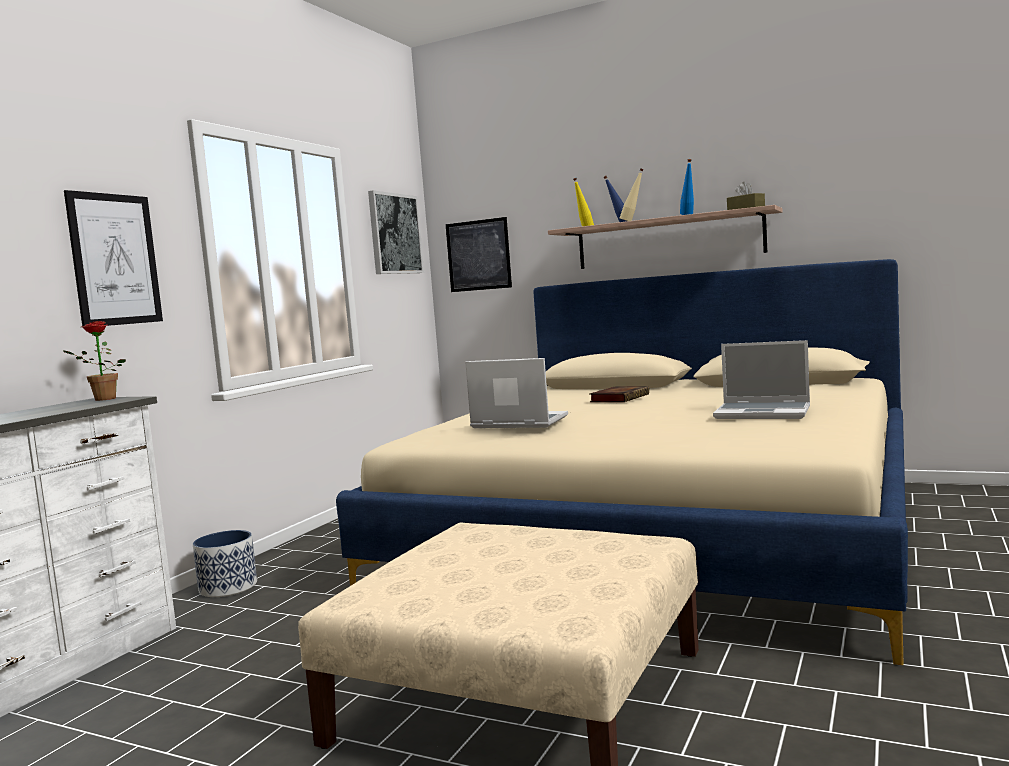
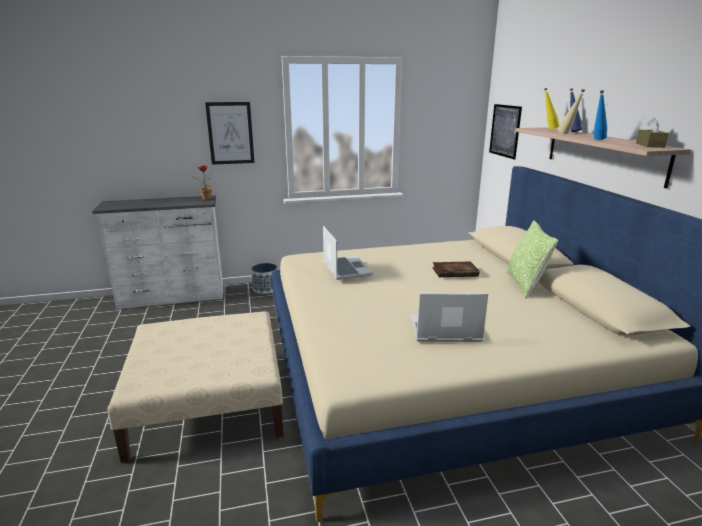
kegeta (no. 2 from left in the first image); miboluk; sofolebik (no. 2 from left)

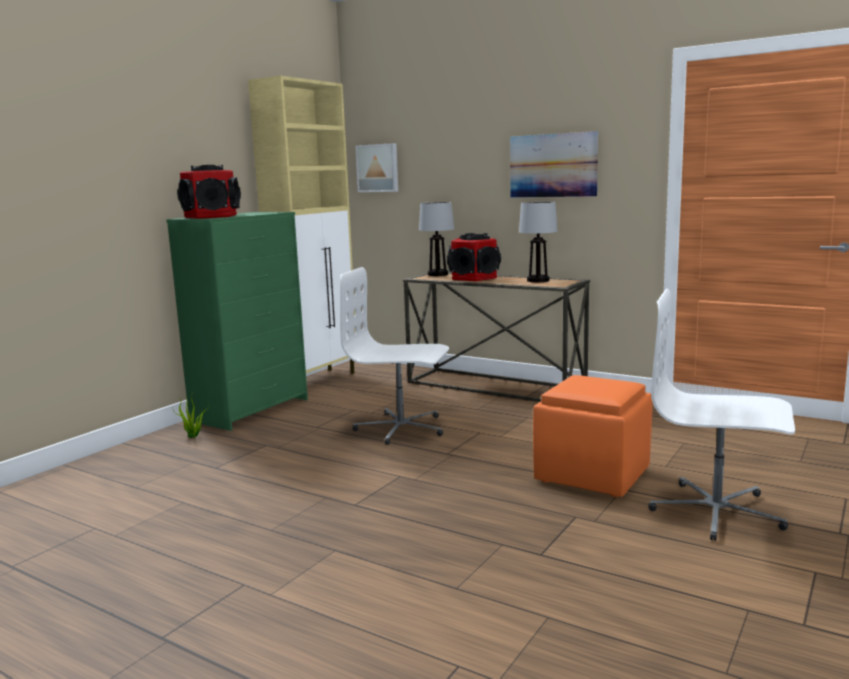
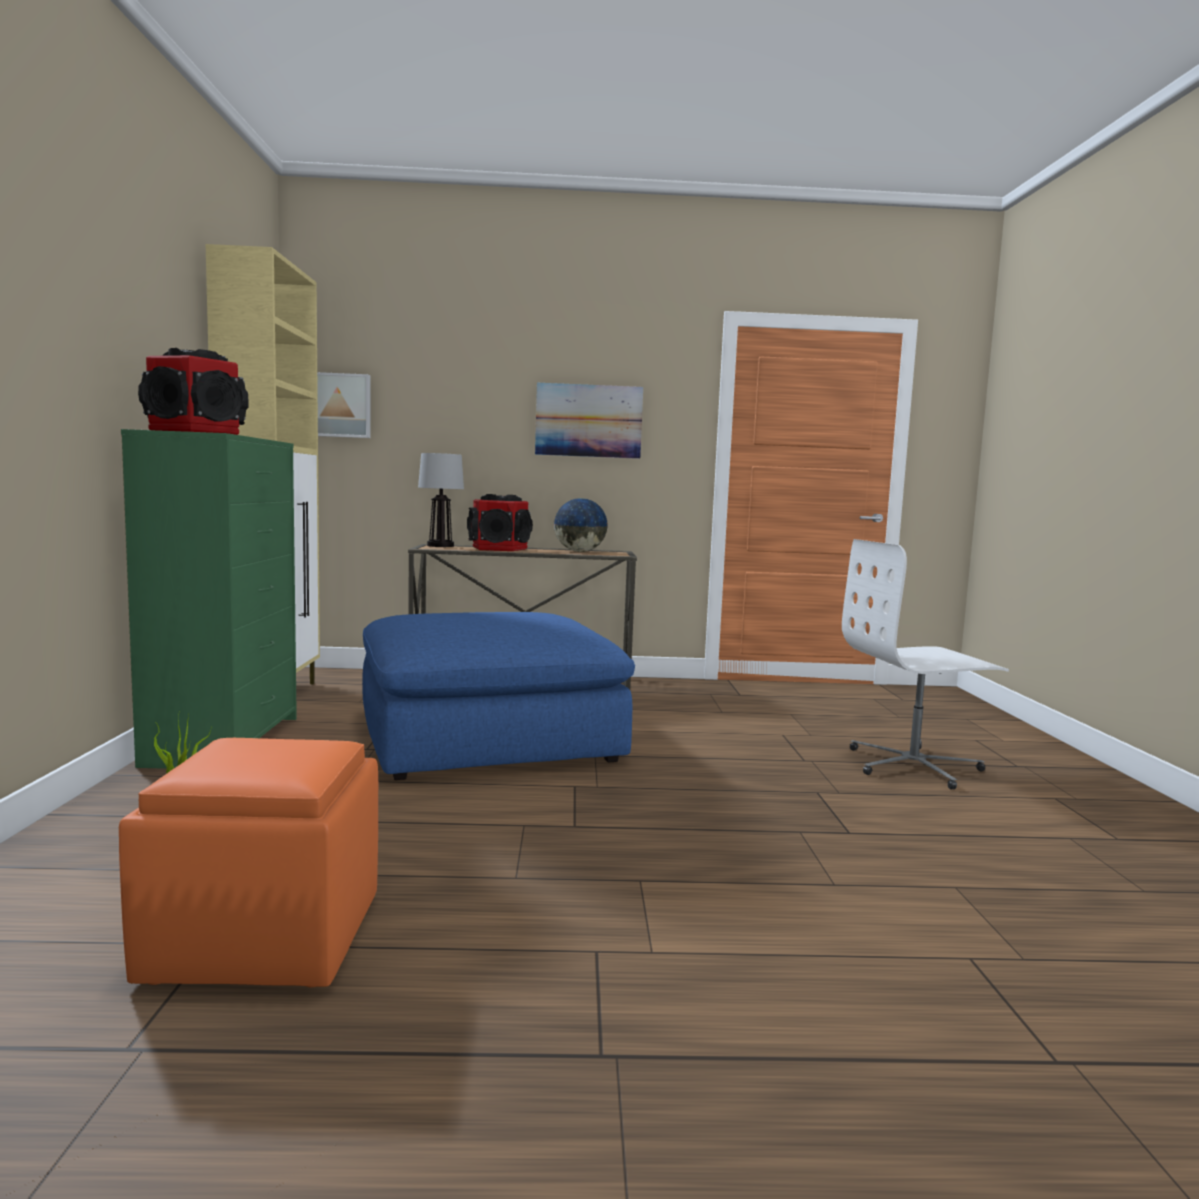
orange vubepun; blue vubepun; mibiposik

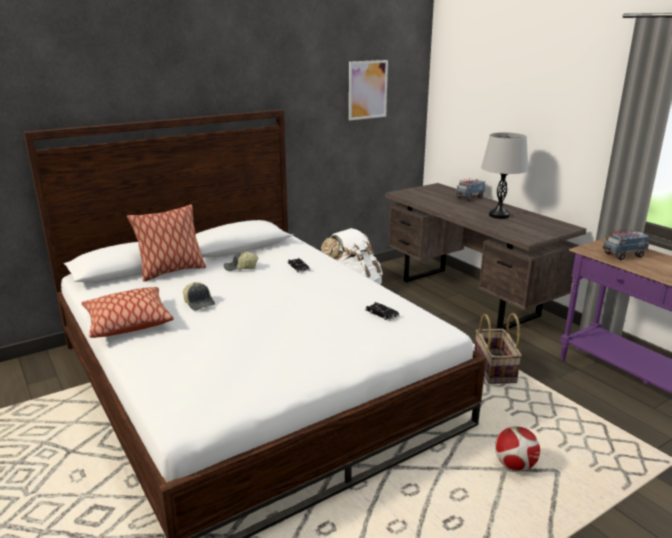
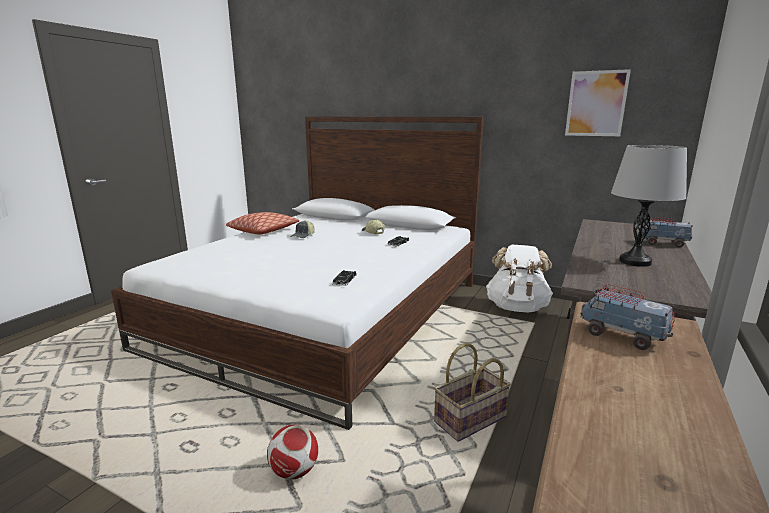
miboluk (no. 2 from left in the first image)

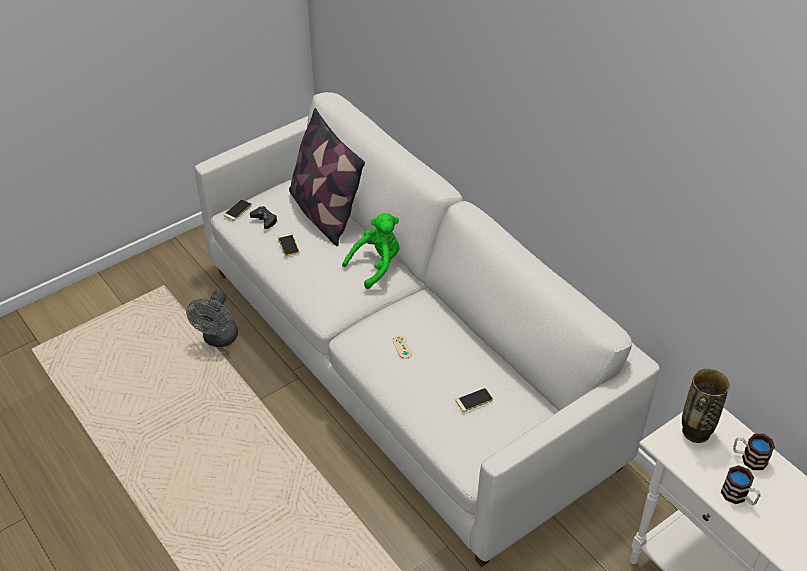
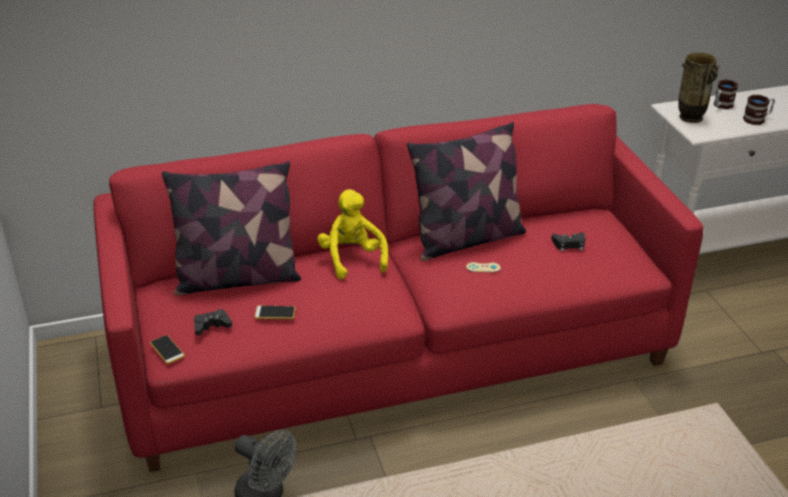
miboluk (no. 2 from left); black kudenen (no. 2 from left); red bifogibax; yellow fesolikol

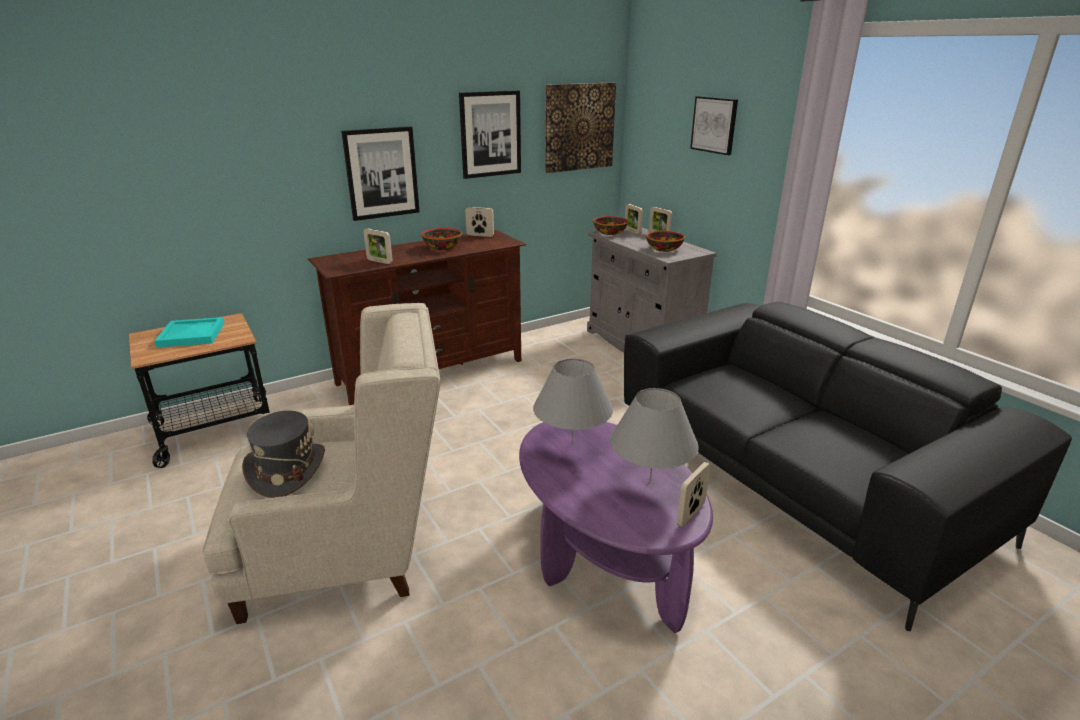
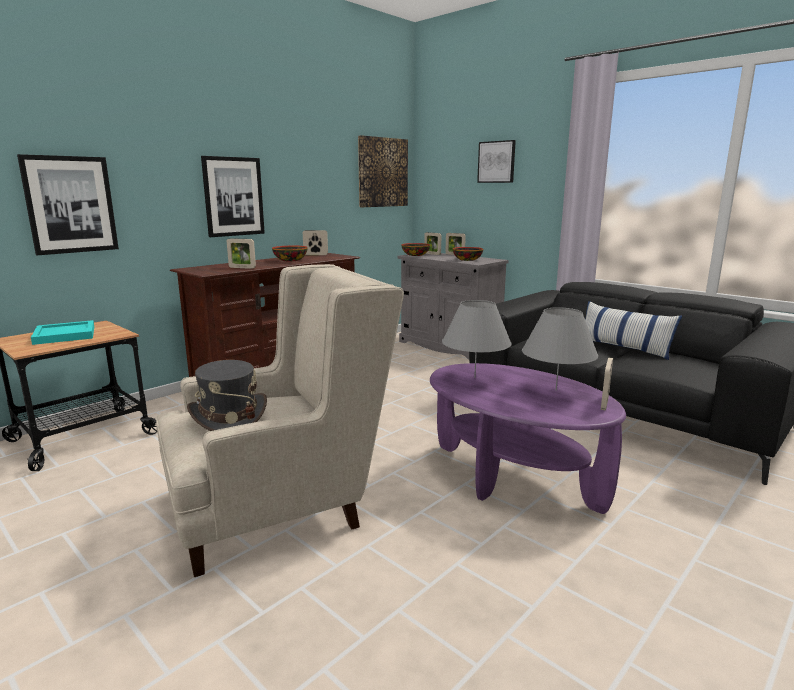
miboluk; kegeta (no. 1 from left)

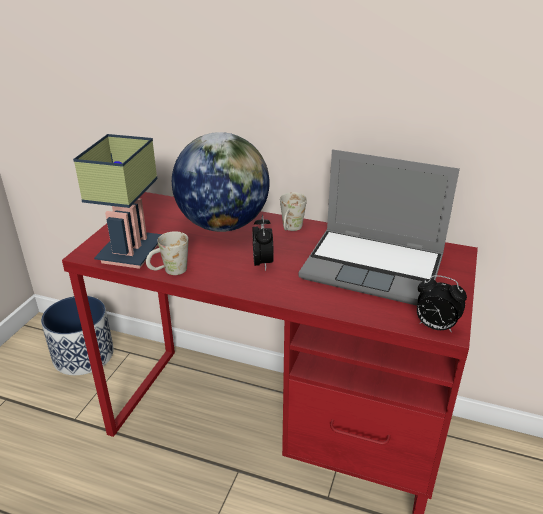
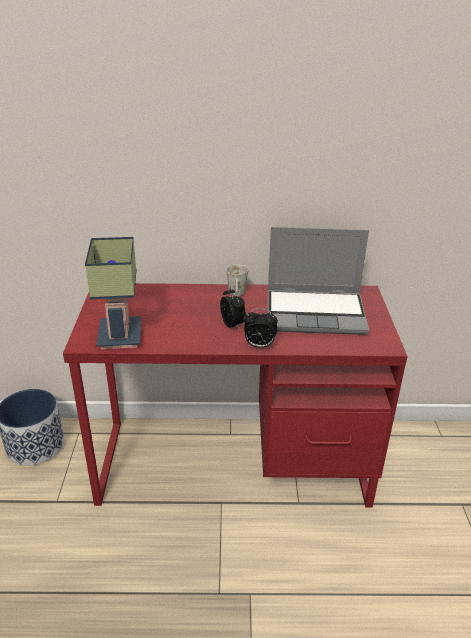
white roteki (no. 1 from left in the first image); mibiposik; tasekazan (no. 2 from left)

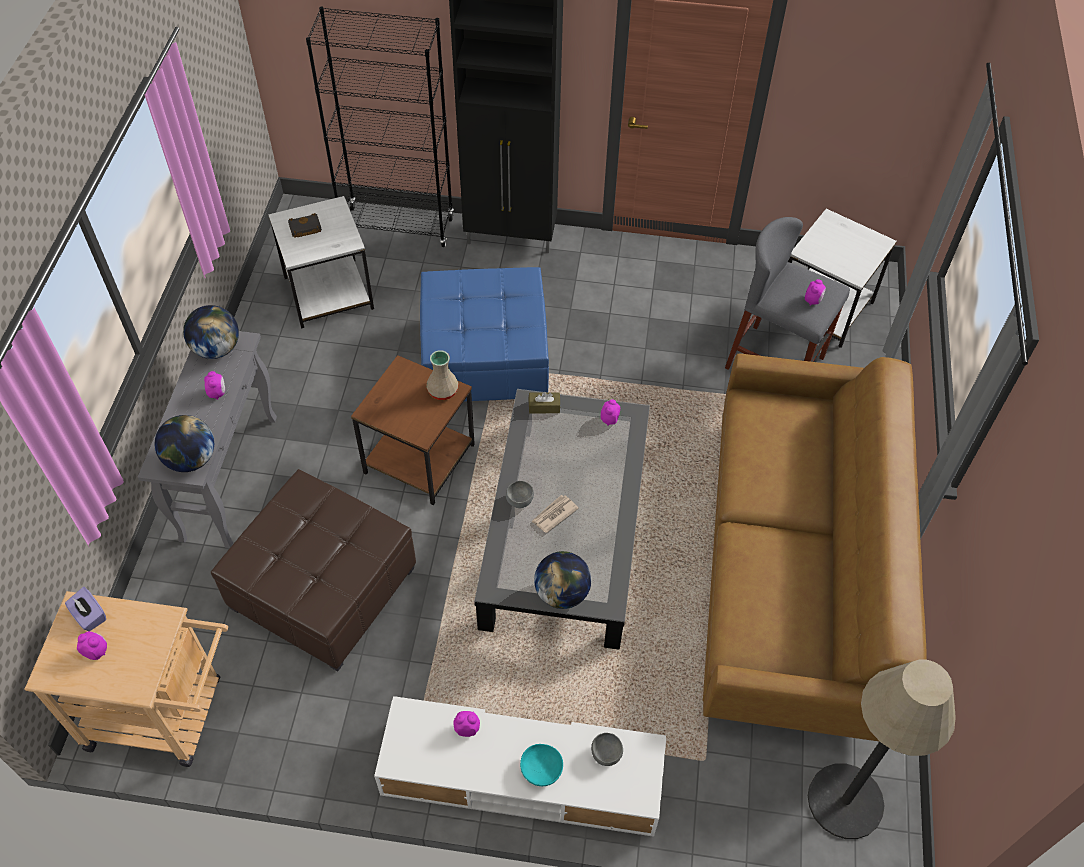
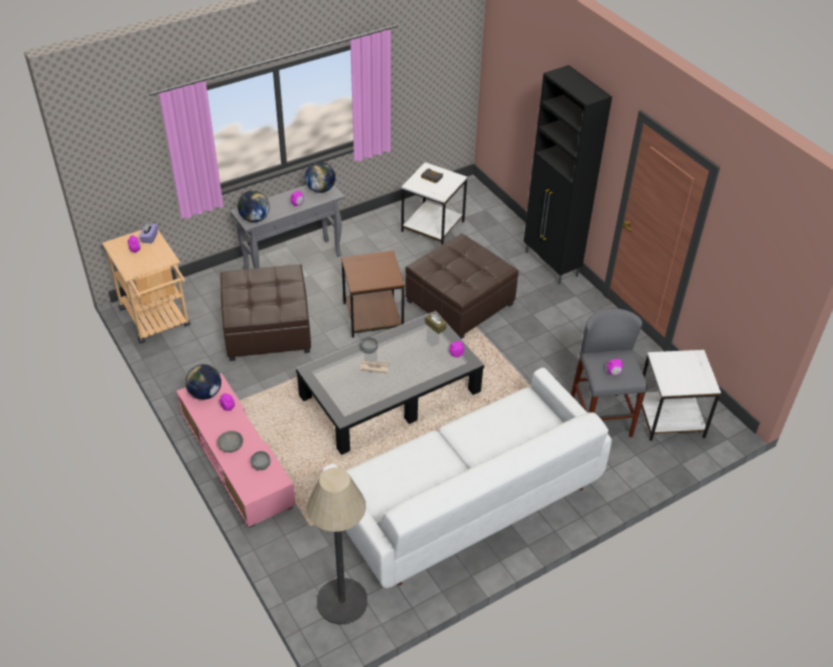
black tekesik; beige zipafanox; mibiposik (no. 1 from left); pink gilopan; brown vubepun (no. 2 from left); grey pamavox (no. 1 from left); white bifogibax

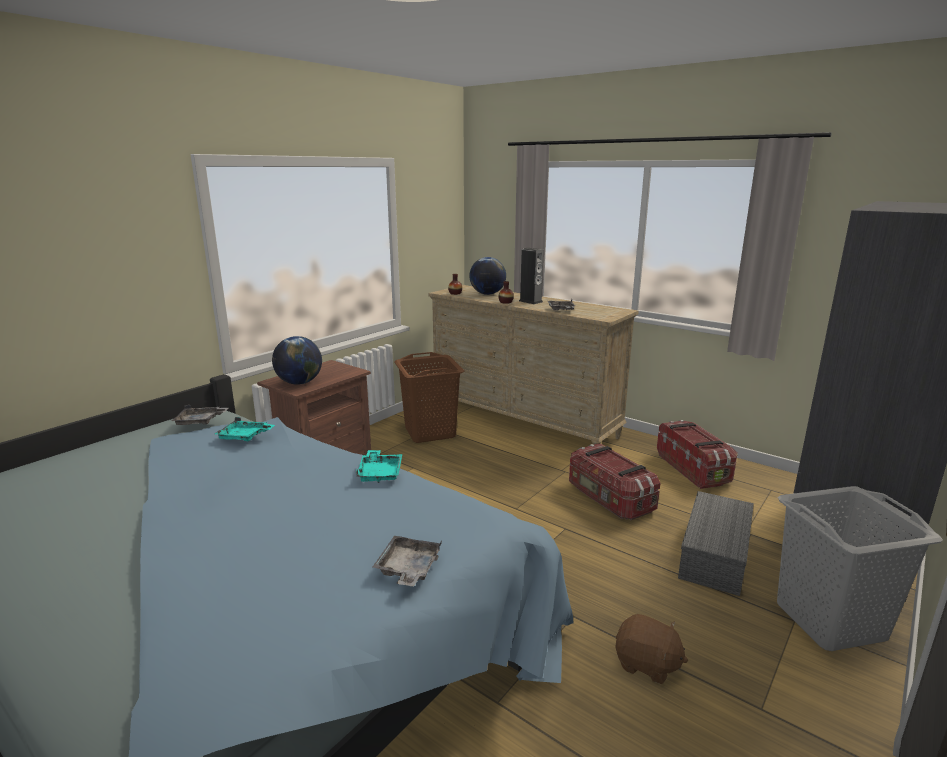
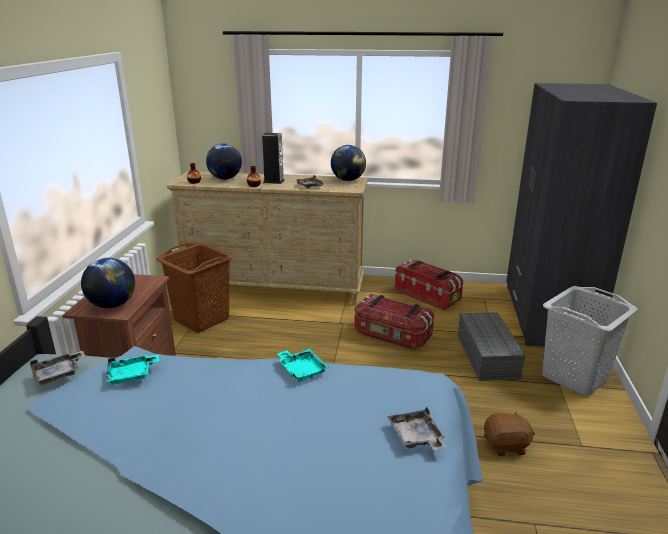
mibiposik (no. 3 from left)

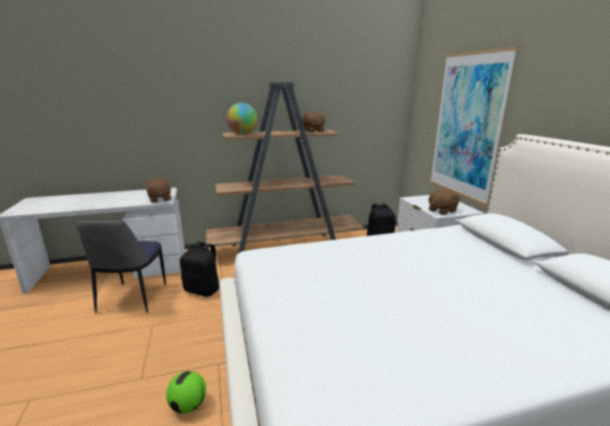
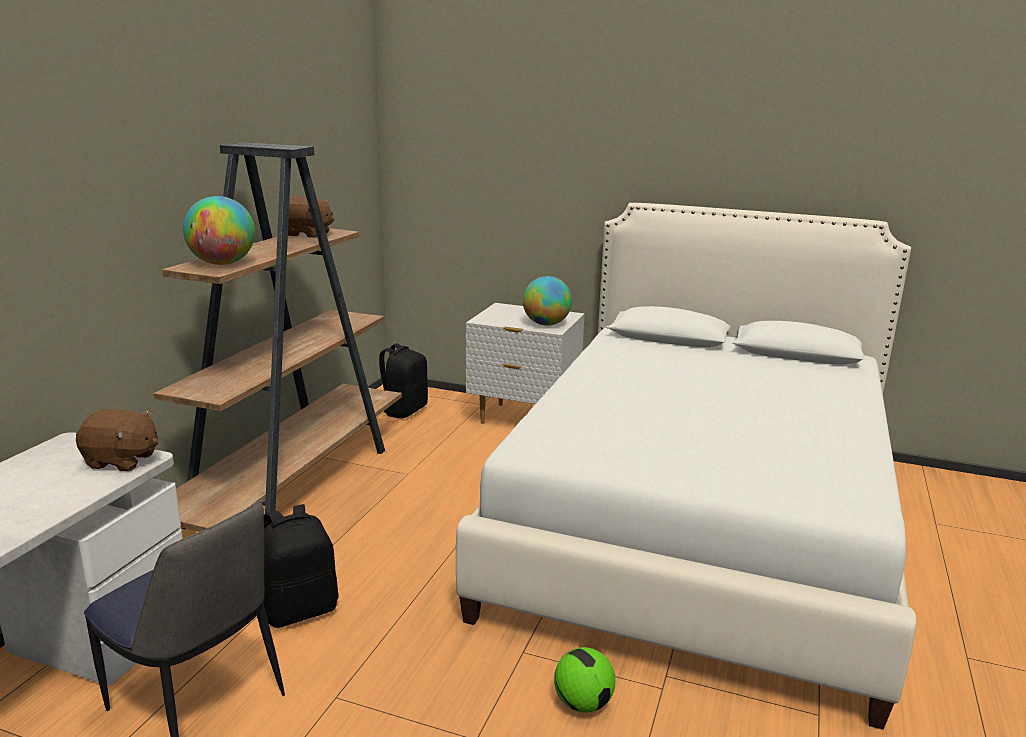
kegeta; mibiposik (no. 2 from left)

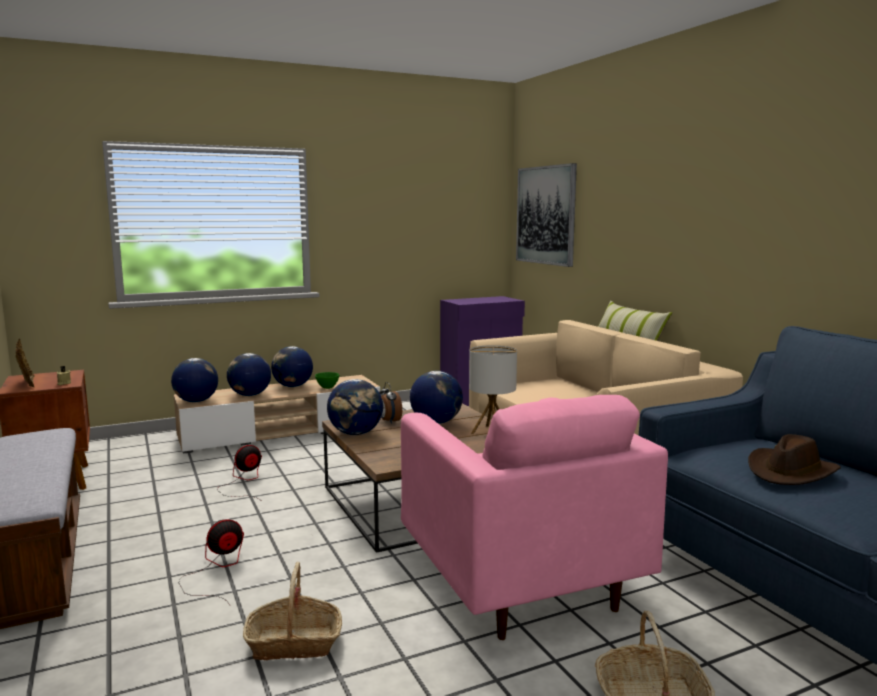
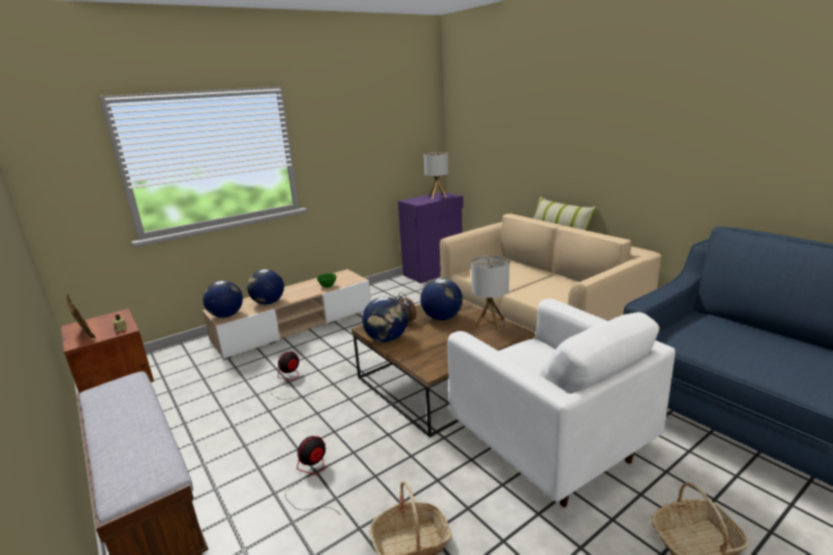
mibiposik (no. 3 from left in the first image); kegeta; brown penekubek; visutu (no. 1 from left); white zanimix

